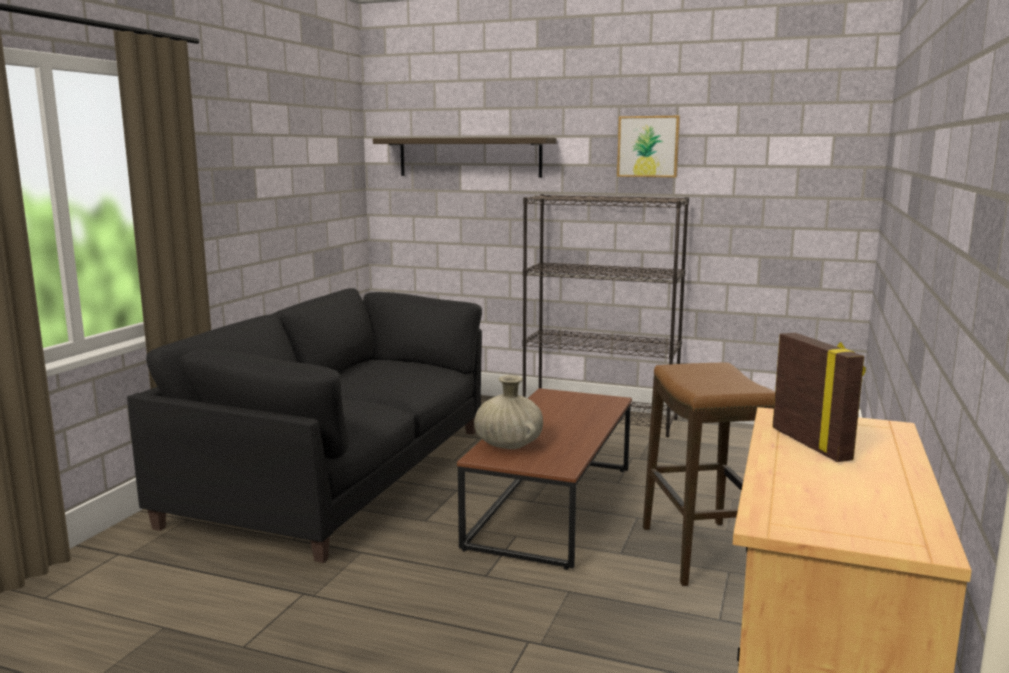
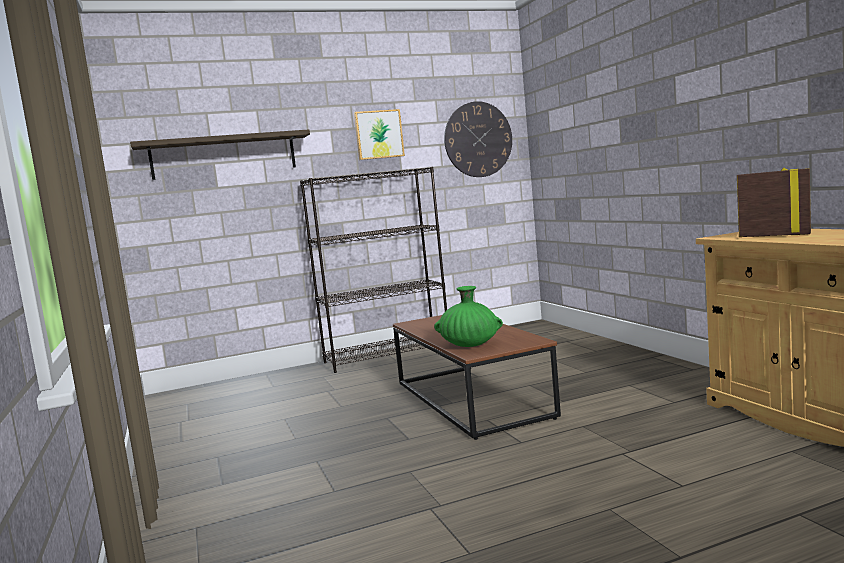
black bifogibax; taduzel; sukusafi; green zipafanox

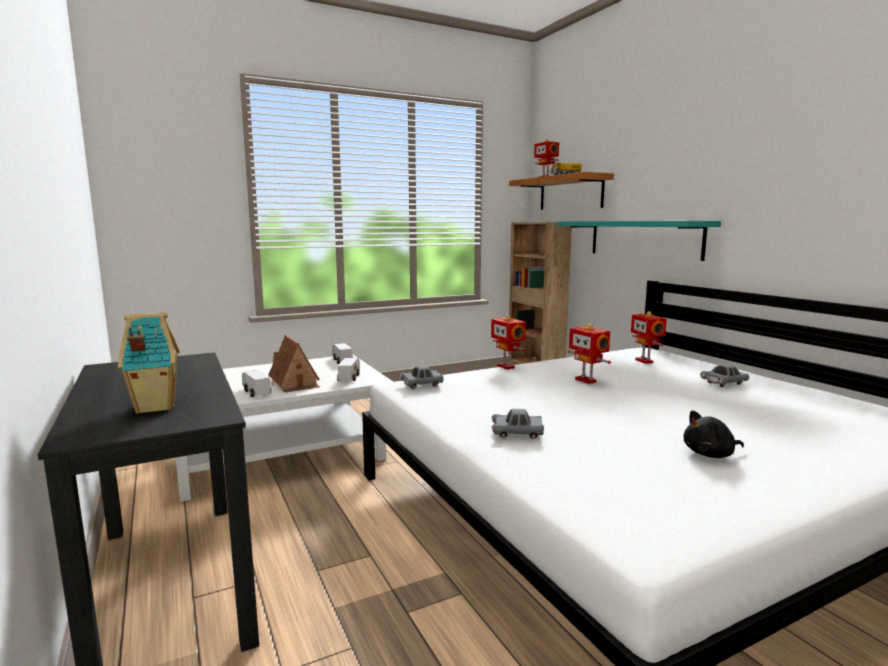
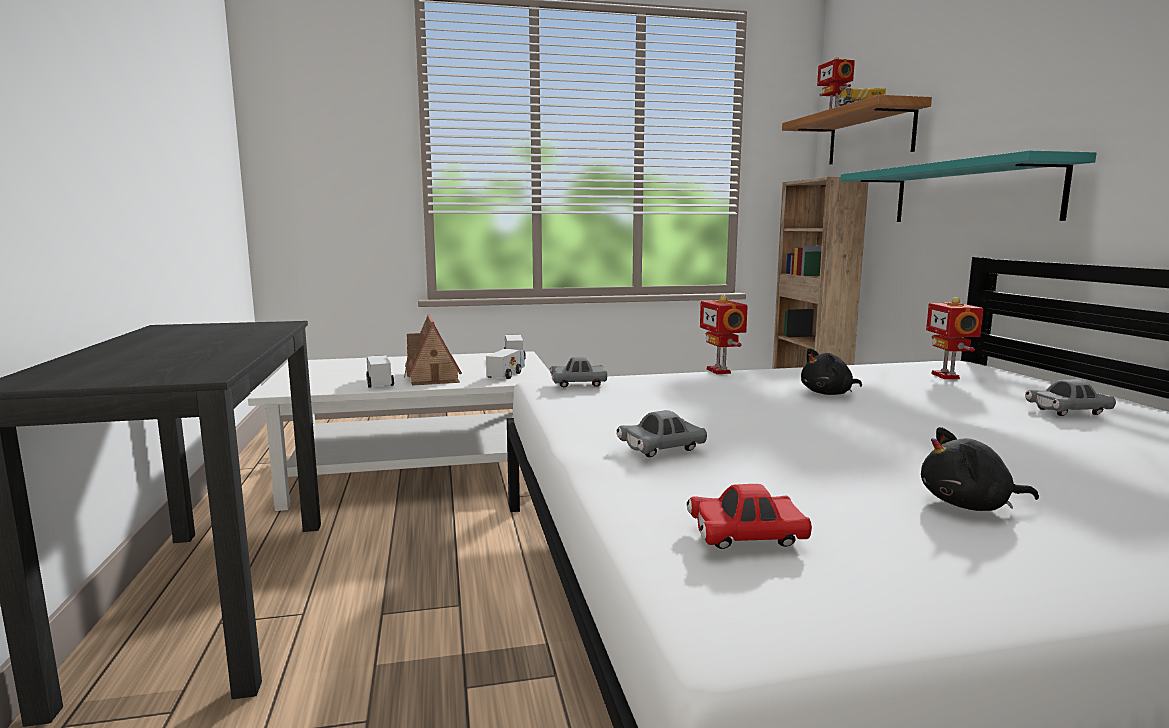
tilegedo (no. 1 from left in the first image); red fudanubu; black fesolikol (no. 1 from left); grey fudanubu (no. 2 from left)

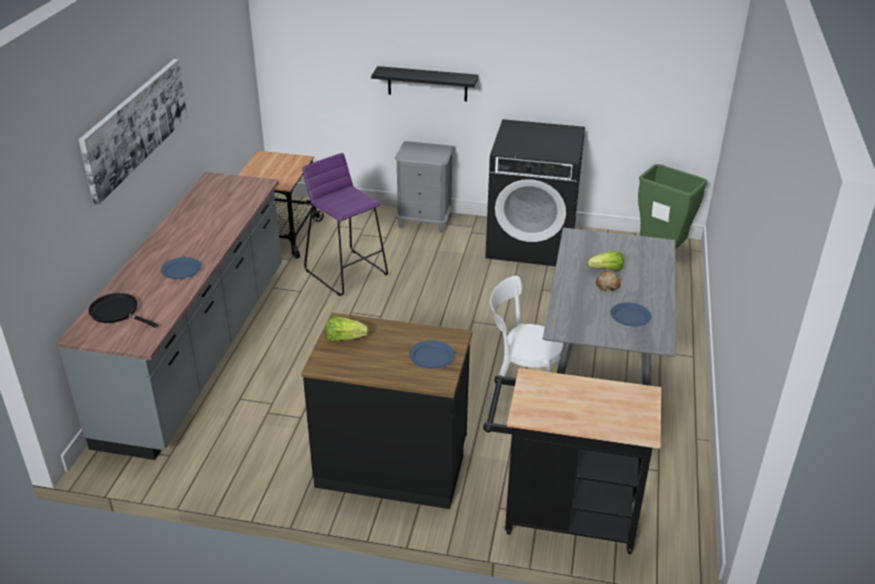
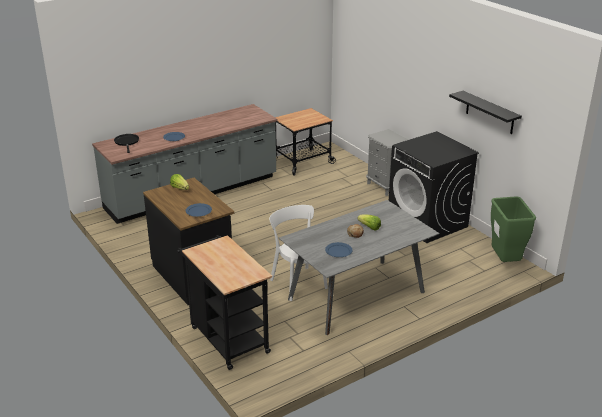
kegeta; purple taduzel; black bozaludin

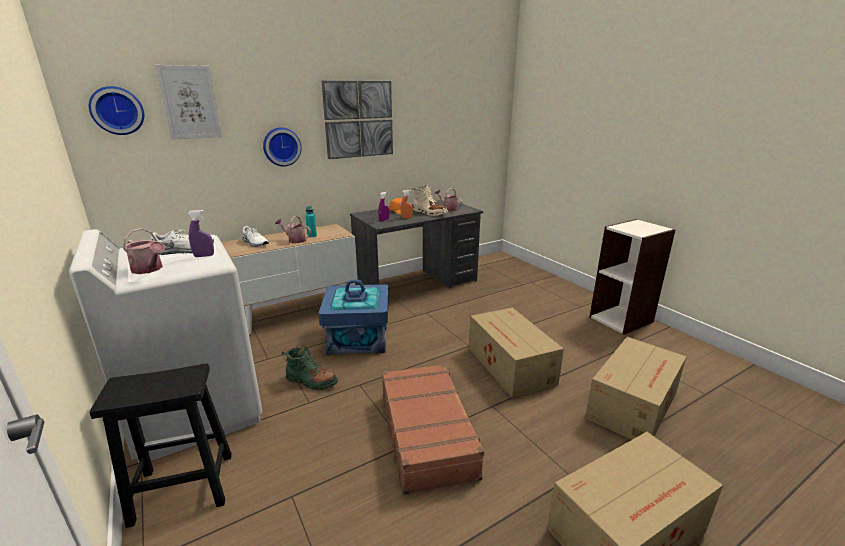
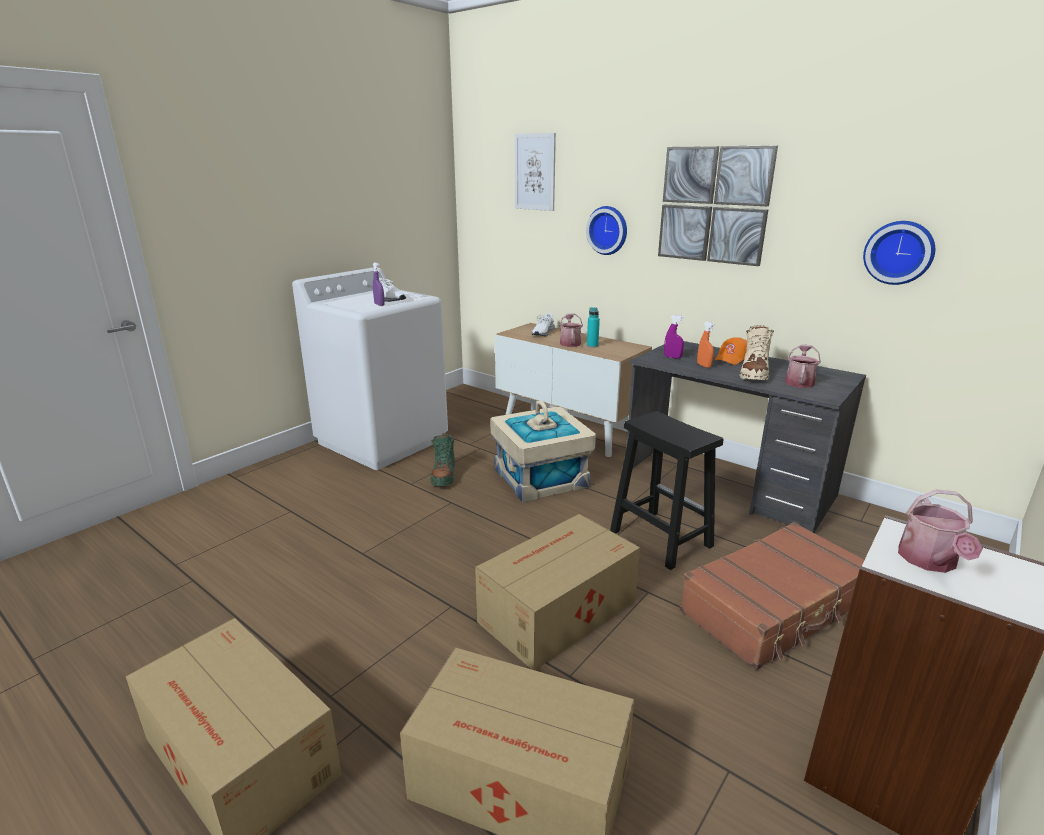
sukusafi (no. 2 from left); black taduzel; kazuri (no. 3 from left); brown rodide; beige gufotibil

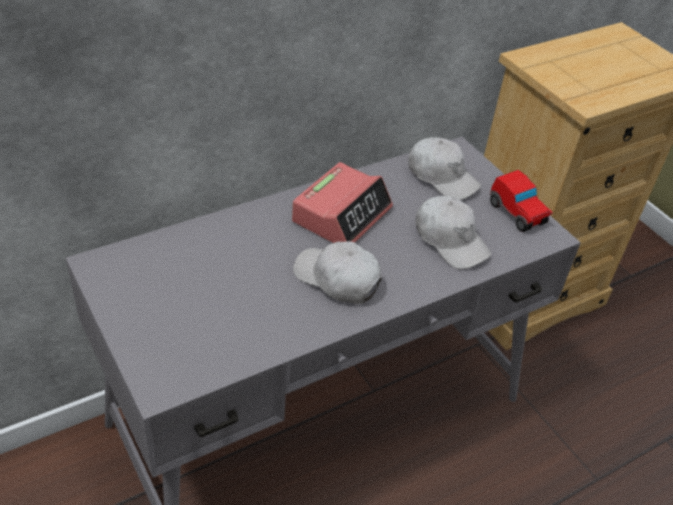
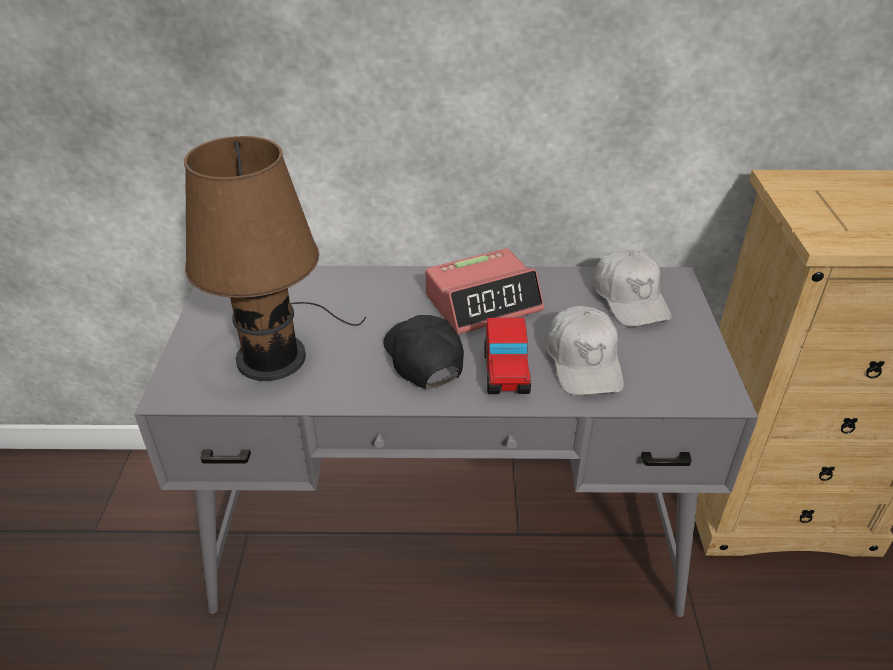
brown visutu; fudanubu; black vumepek

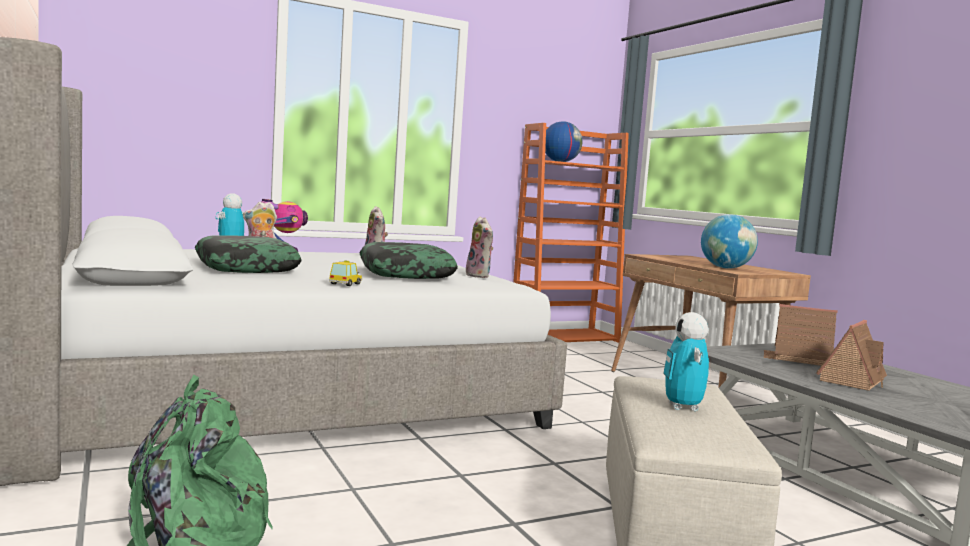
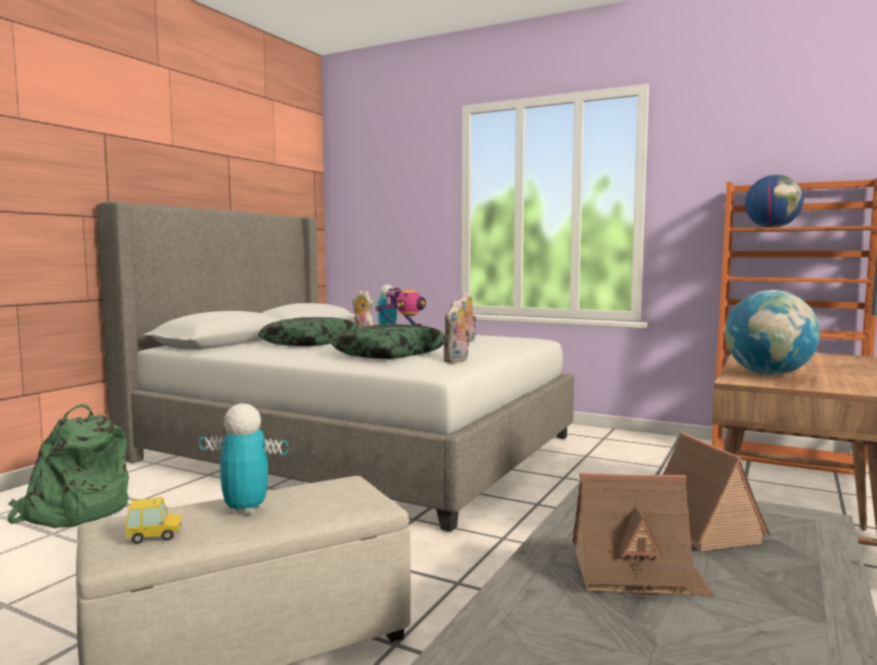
fudanubu; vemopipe (no. 1 from left)

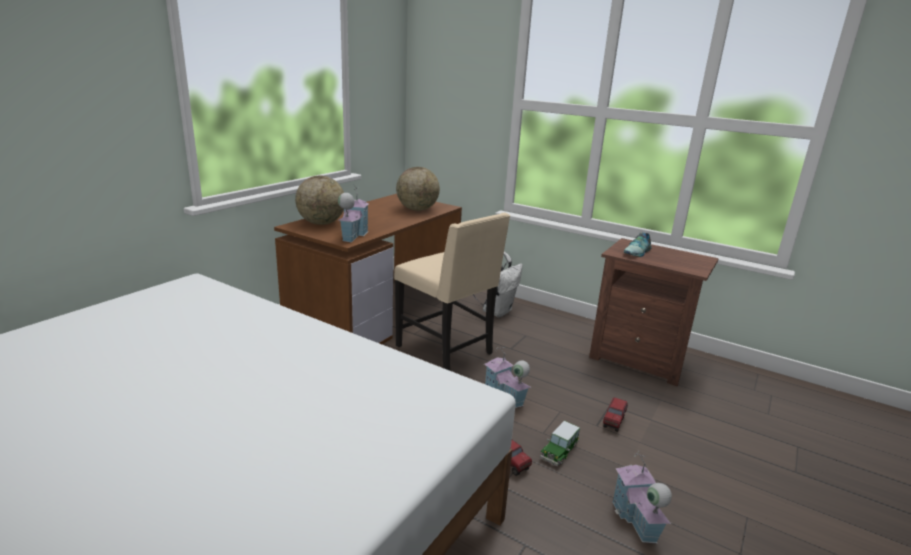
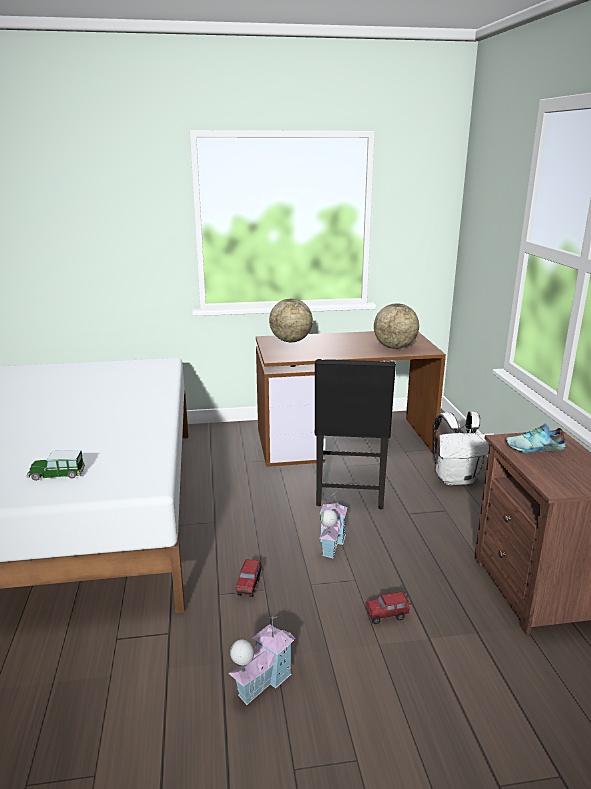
tilegedo (no. 1 from left in the first image); fudanubu; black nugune

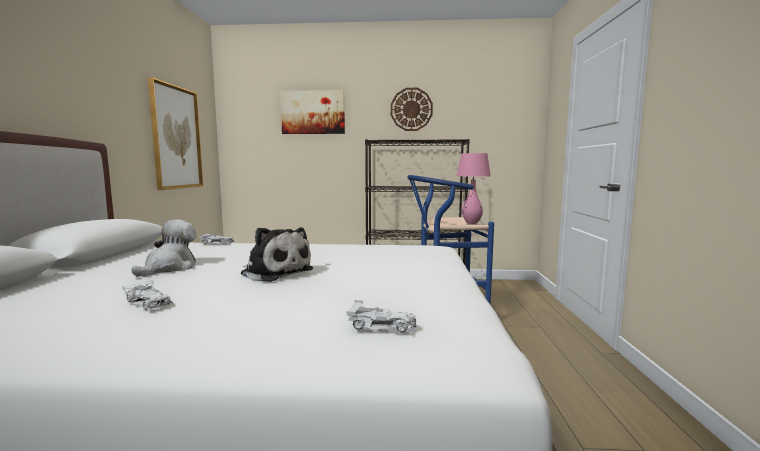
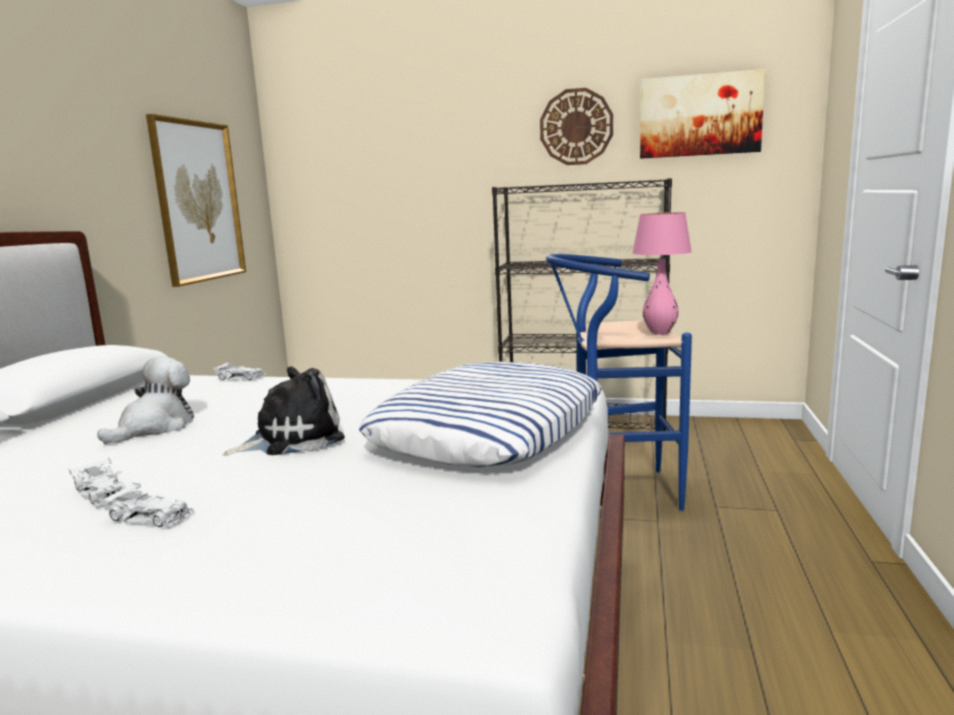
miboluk; kegeta (no. 2 from left); white fudanubu (no. 2 from left); fesolikol (no. 2 from left)

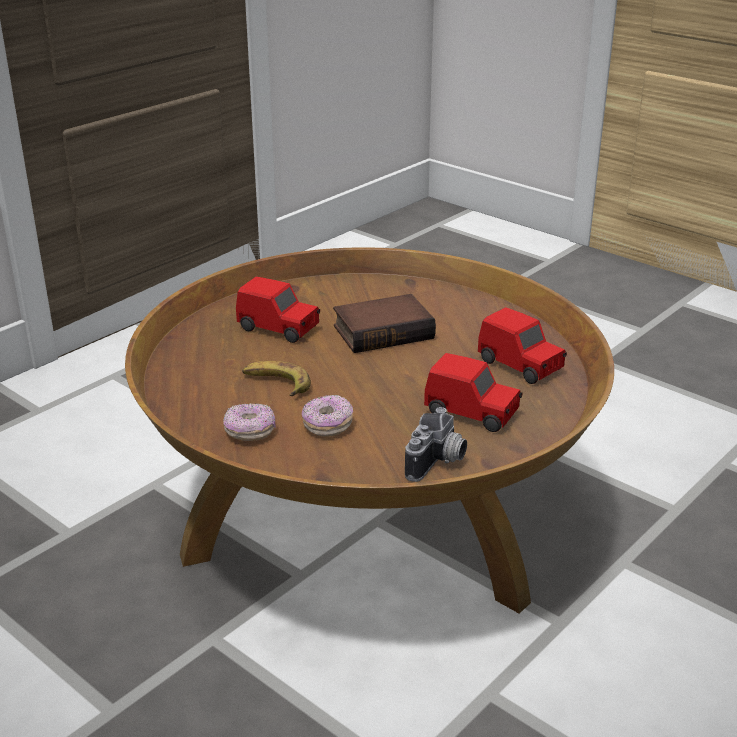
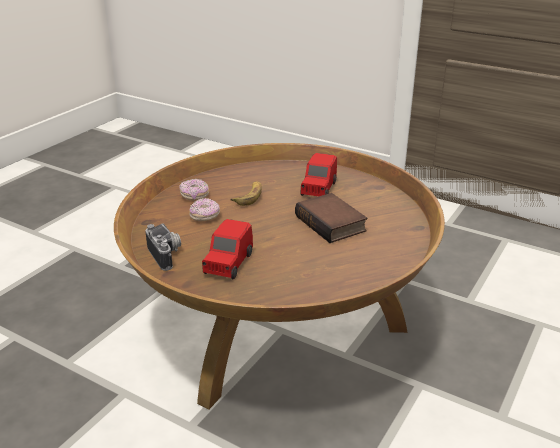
red fudanubu (no. 3 from left in the first image); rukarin

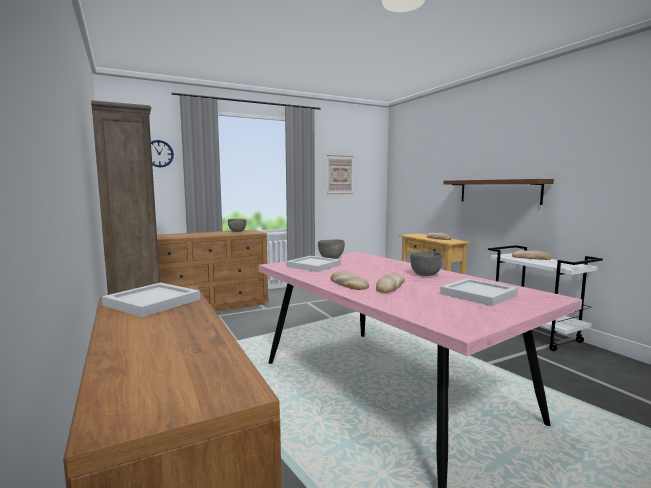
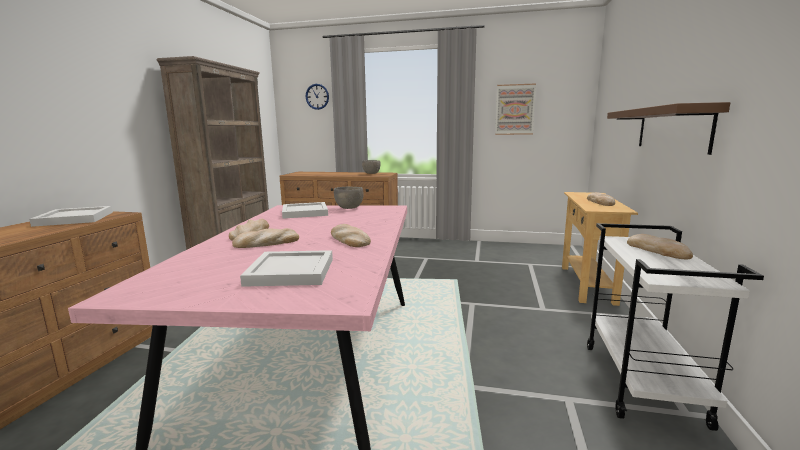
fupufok (no. 3 from left)

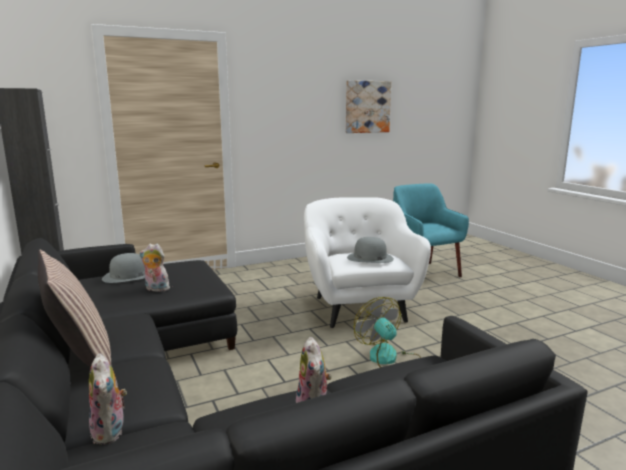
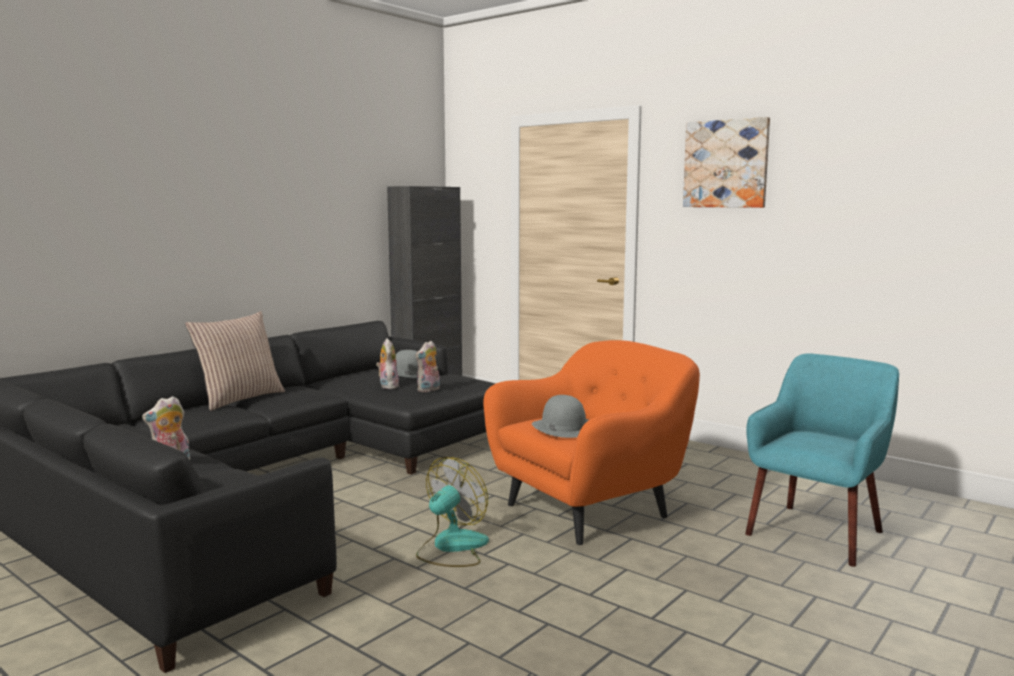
fesolikol (no. 3 from left); kegeta; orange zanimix

